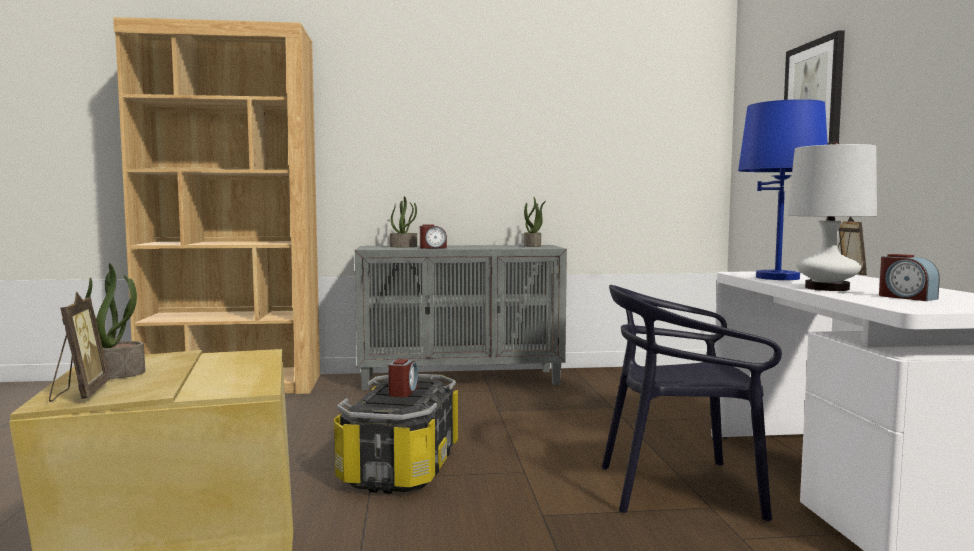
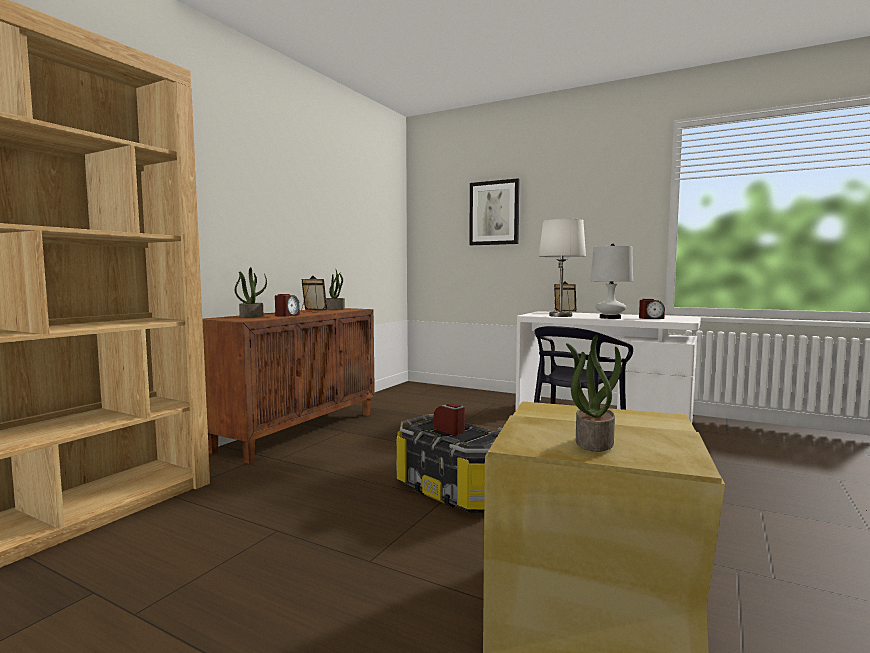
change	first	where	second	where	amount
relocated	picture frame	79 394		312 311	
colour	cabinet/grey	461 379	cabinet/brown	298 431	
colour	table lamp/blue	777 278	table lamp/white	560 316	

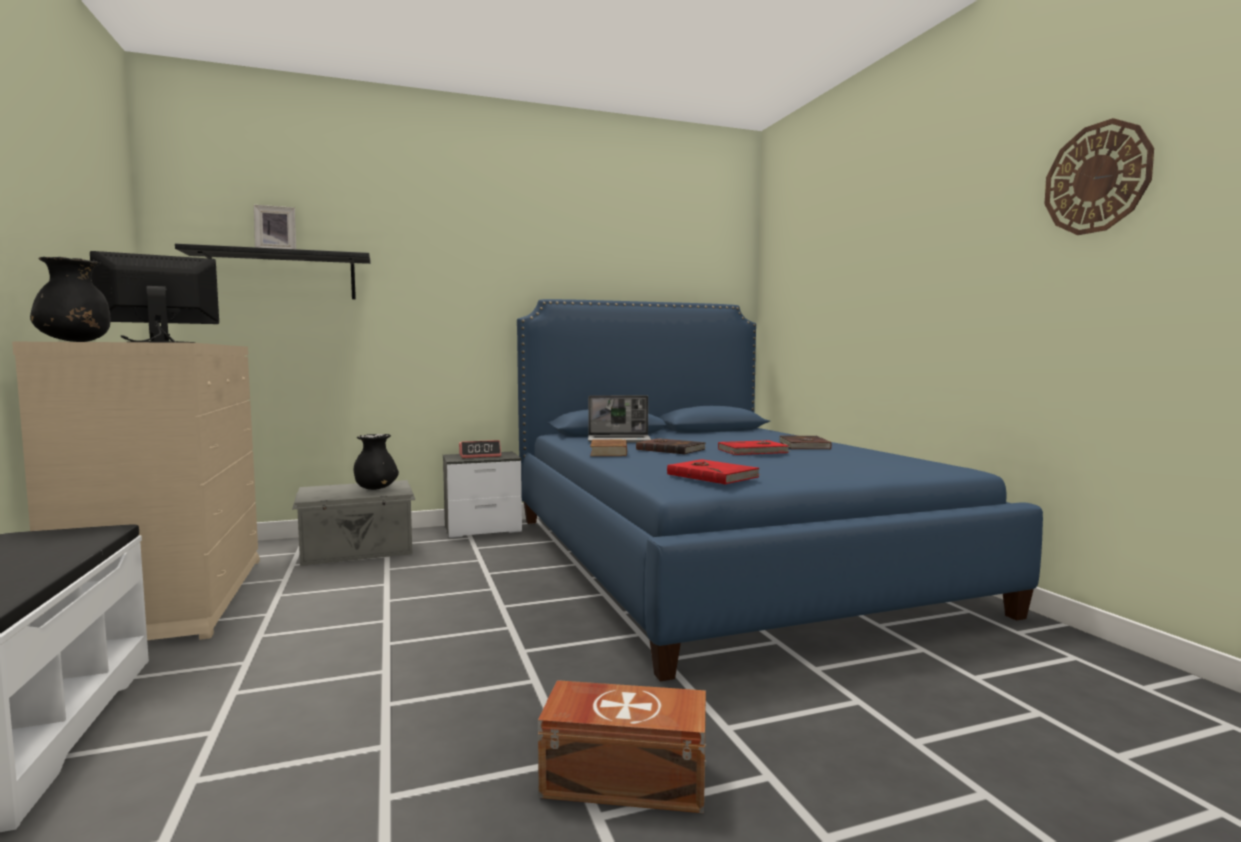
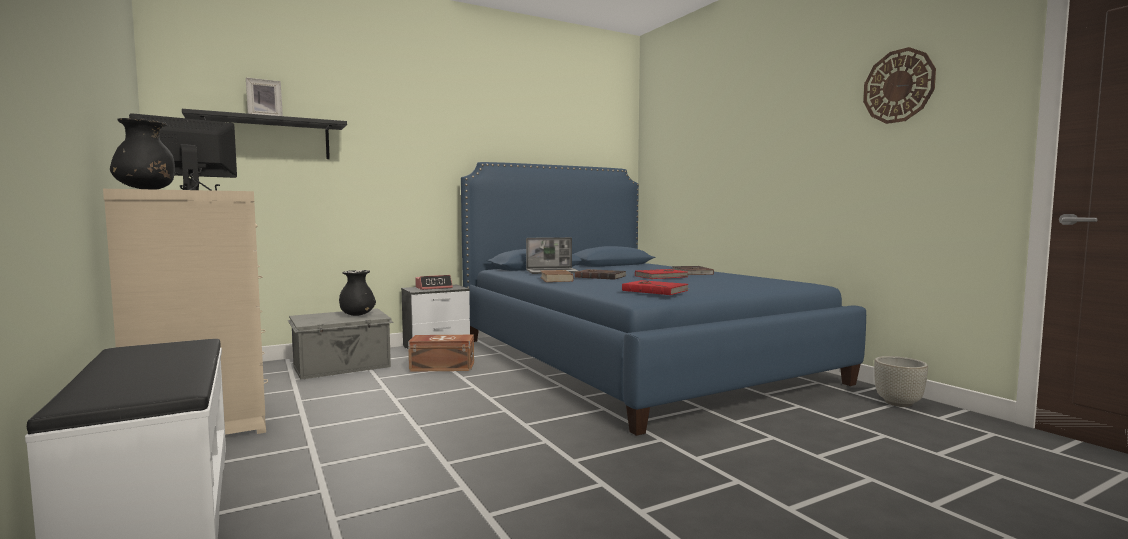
change	first	where	second	where	amount
relocated	storage box/brown	623 777		441 366	
appeared			planter/grey	899 403	

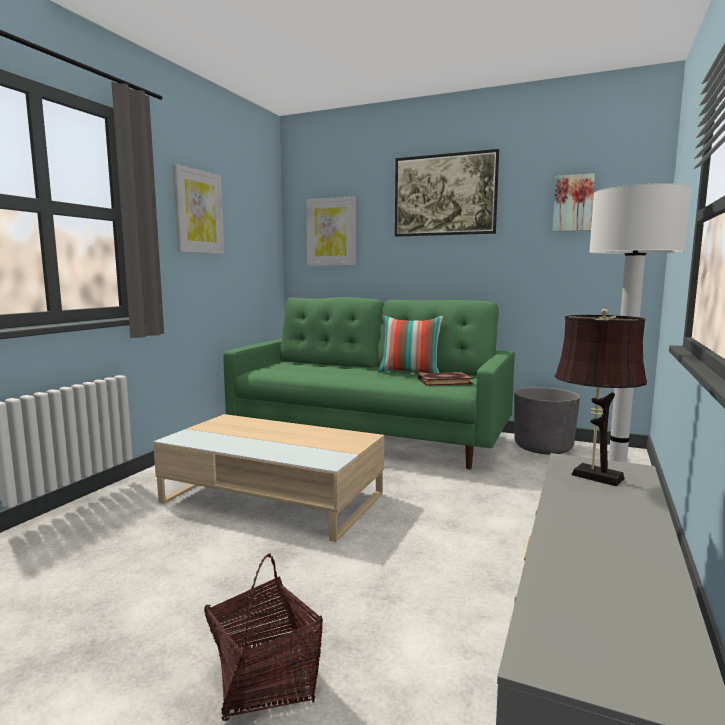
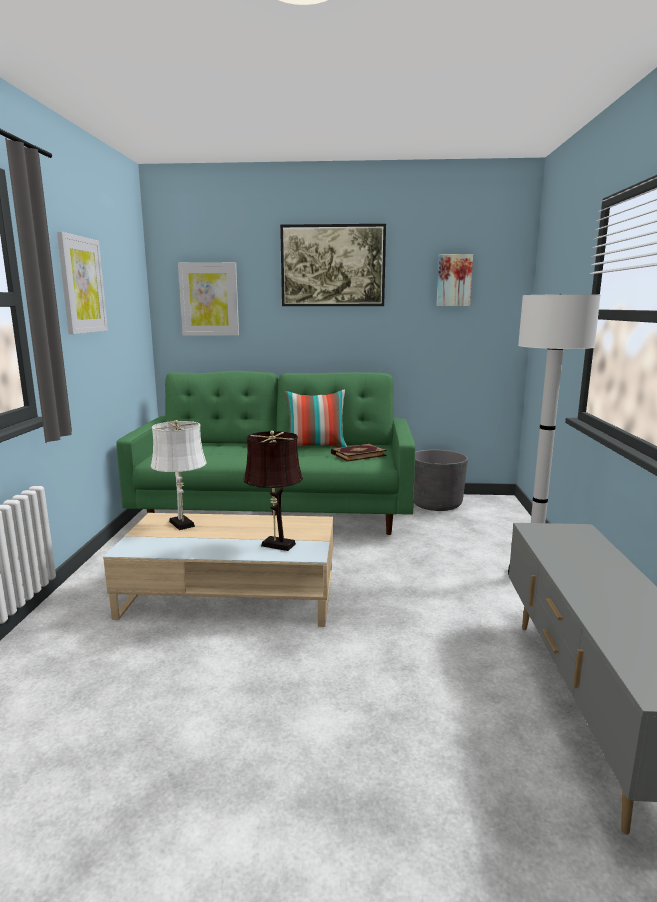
change	first	where	second	where	amount
missing	basket	264 680			
relocated	table lamp/brown	592 475		275 544	
appeared			table lamp/white	183 525	

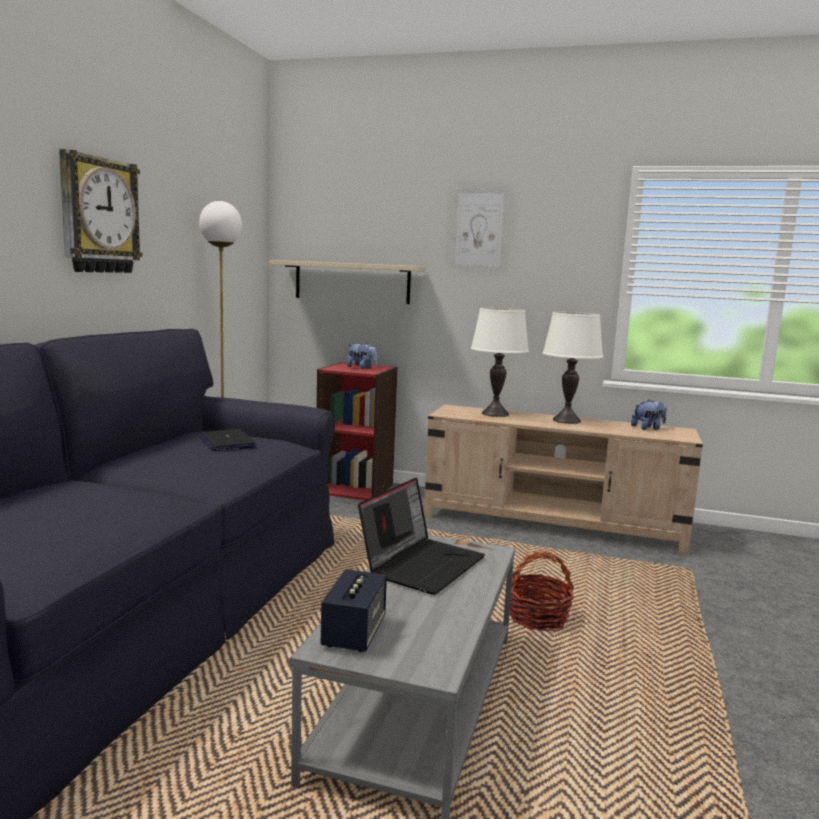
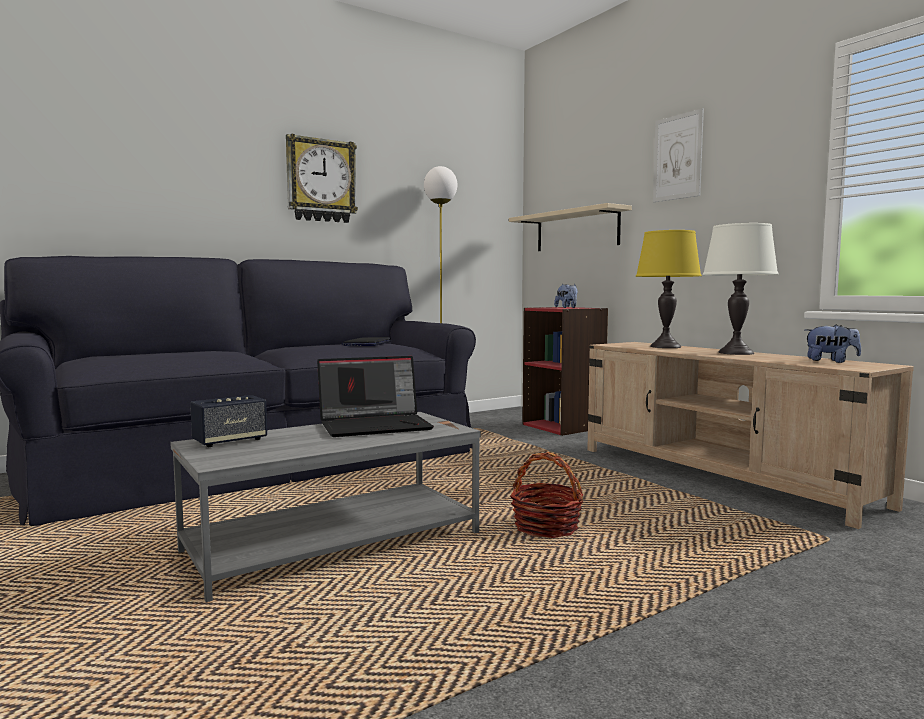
change	first	where	second	where	amount
colour	table lamp/white	495 414	table lamp/yellow	665 347	

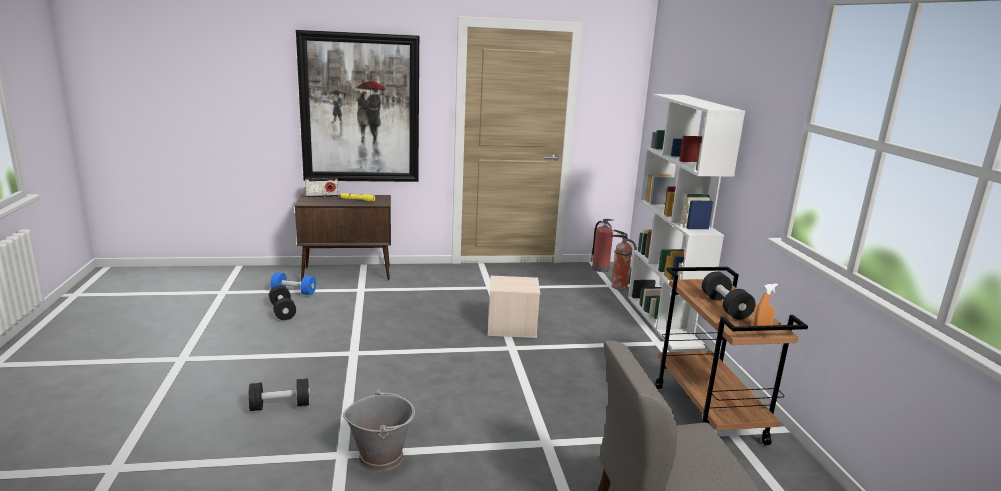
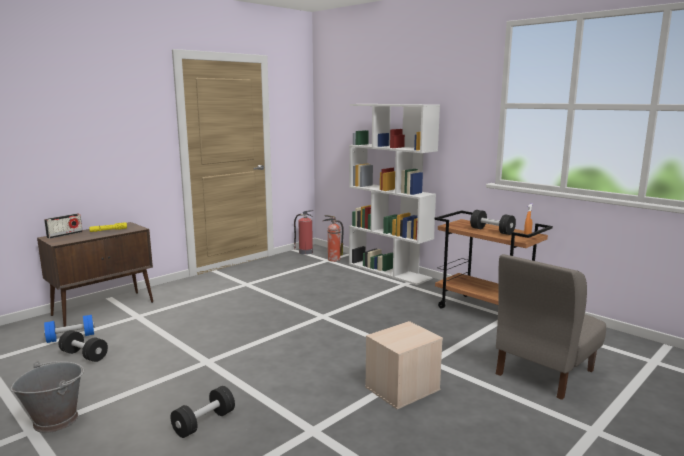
change	first	where	second	where	amount
missing	picture	360 109			
relocated	bucket/grey	381 457		56 420	
relocated	storage box/beige	511 328		402 389	

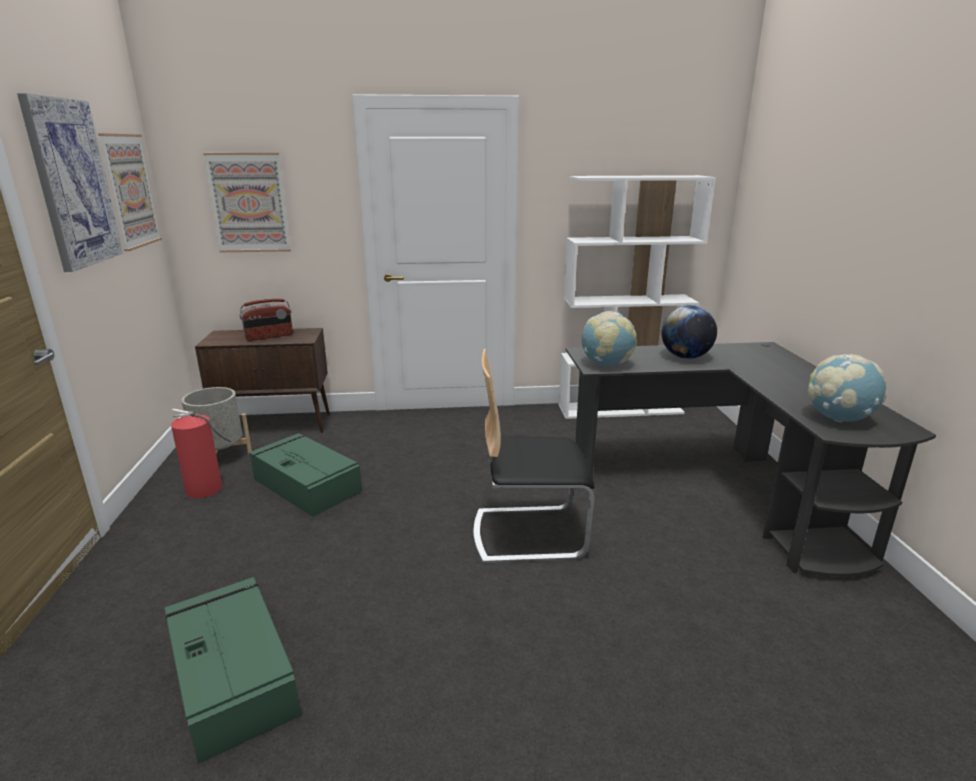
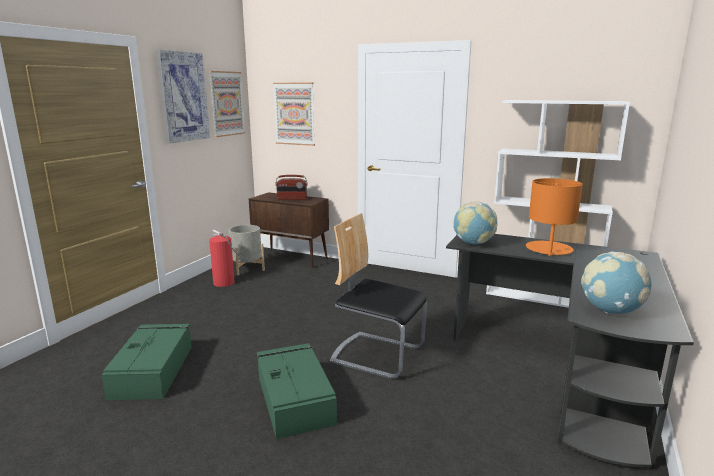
change	first	where	second	where	amount
relocated	storage box/green	306 484		294 398	
exchanged	globe	685 357	table lamp/orange	548 249	

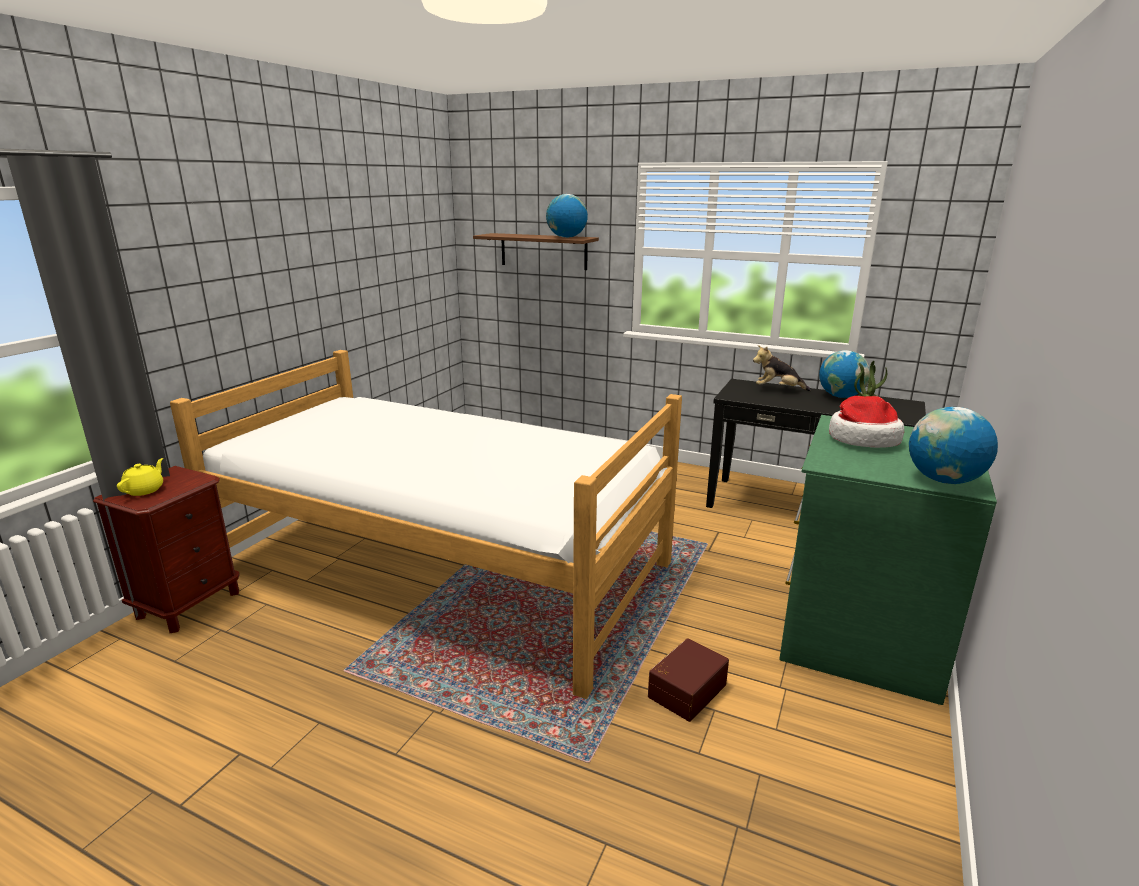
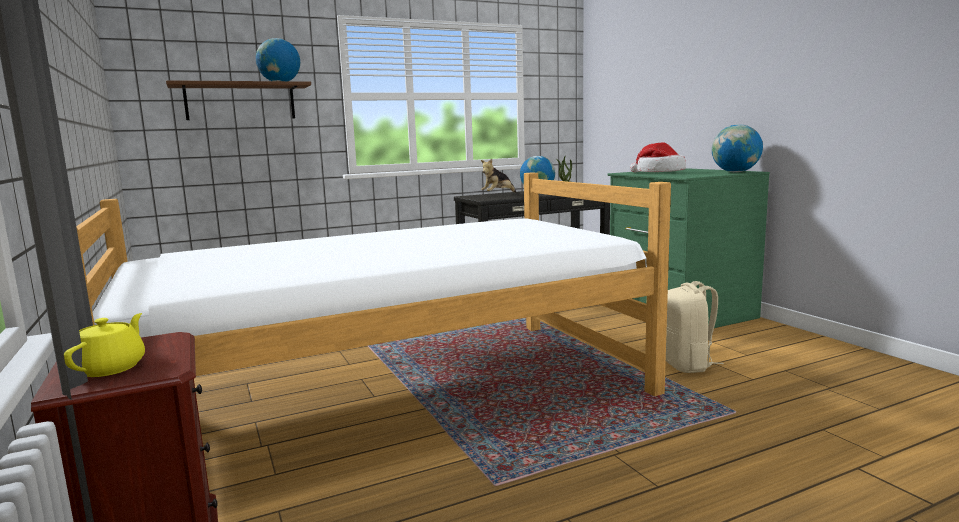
change	first	where	second	where	amount
spun	teapot/yellow	145 490		111 368	45 degrees clockwise
exchanged	storage box/brown	685 689	backpack/beige	685 364	

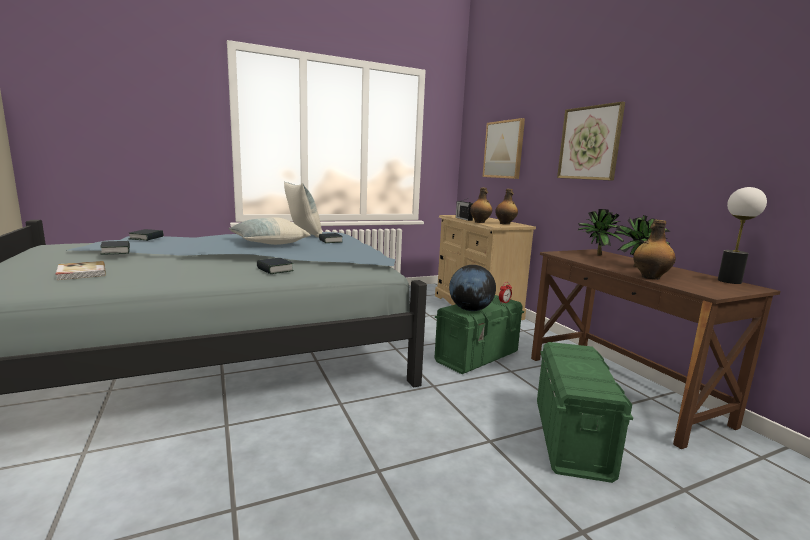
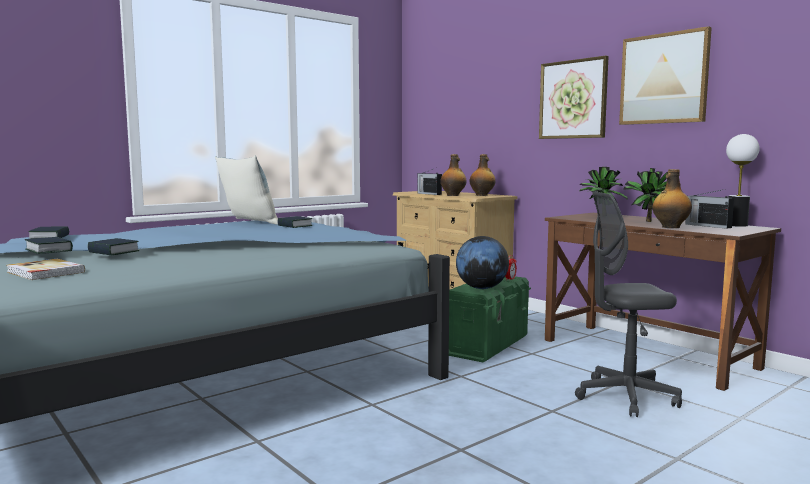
change	first	where	second	where	amount
missing	pillow	268 244			
relocated	book	275 270		113 252	
relocated	picture	503 149		664 79	
exchanged	storage box/green	571 438	office chair/grey	625 397	
appeared			radio	707 226	

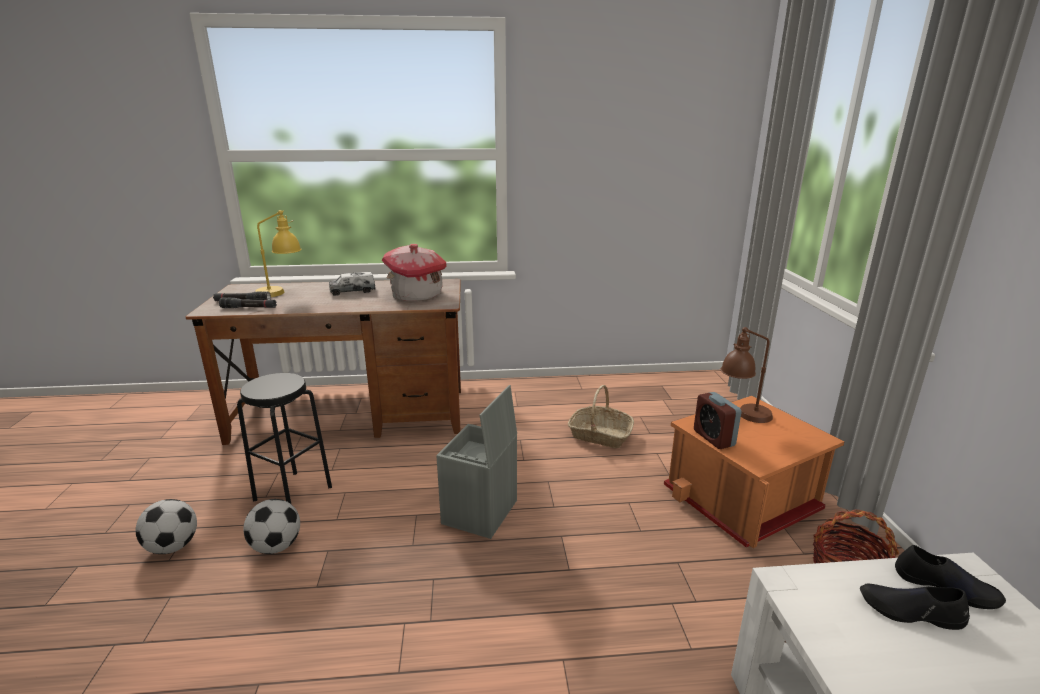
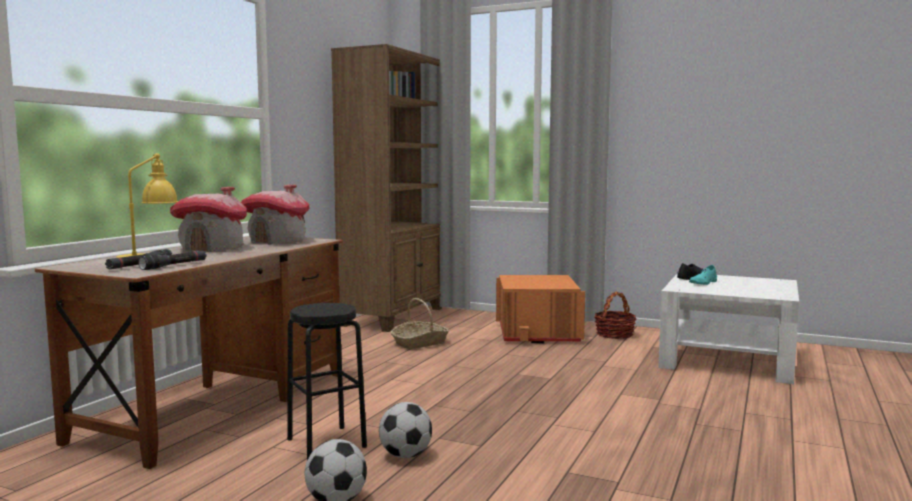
change	first	where	second	where	amount
exchanged	toy truck	353 291	toy house	213 248	
missing	storage box/grey	480 513			
missing	alarm clock	713 438			
missing	table lamp/brown	743 417			
colour	shoe/black	910 611	shoe/turquoise	703 283	
appeared			bookcase/brown	395 316	

